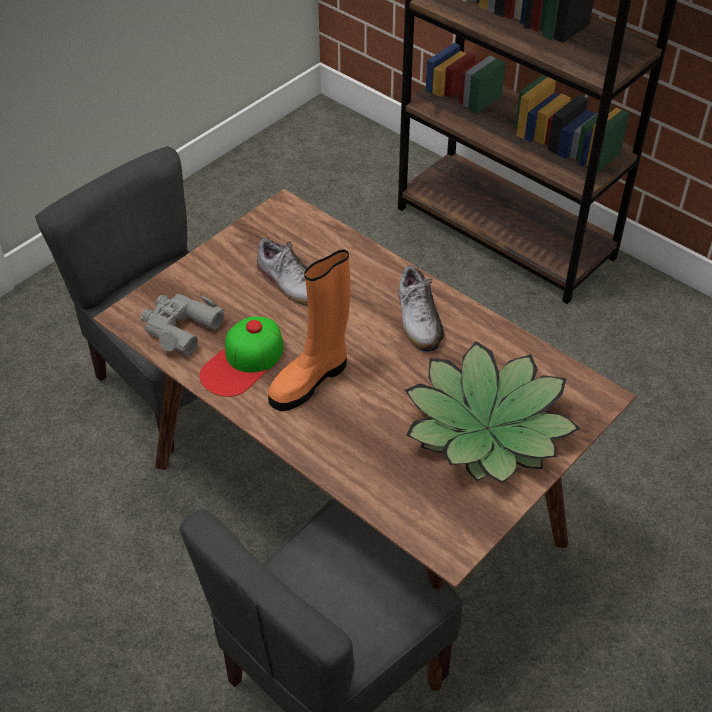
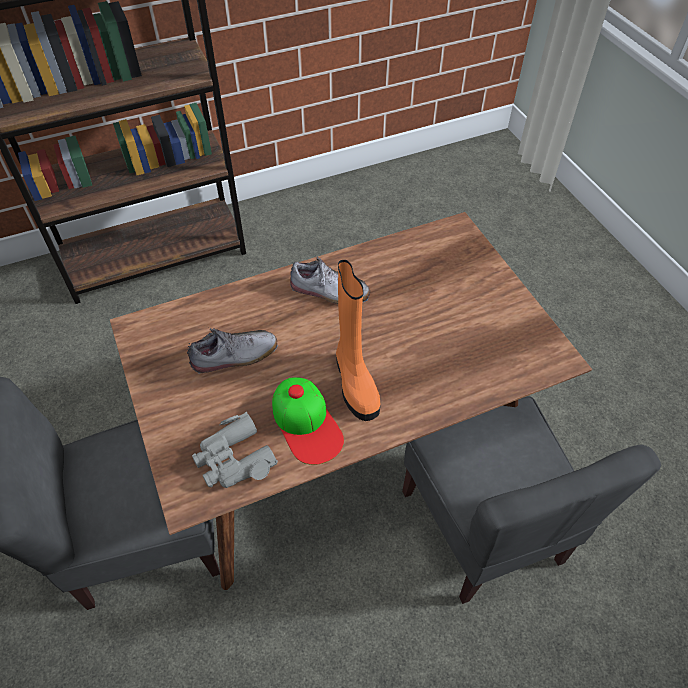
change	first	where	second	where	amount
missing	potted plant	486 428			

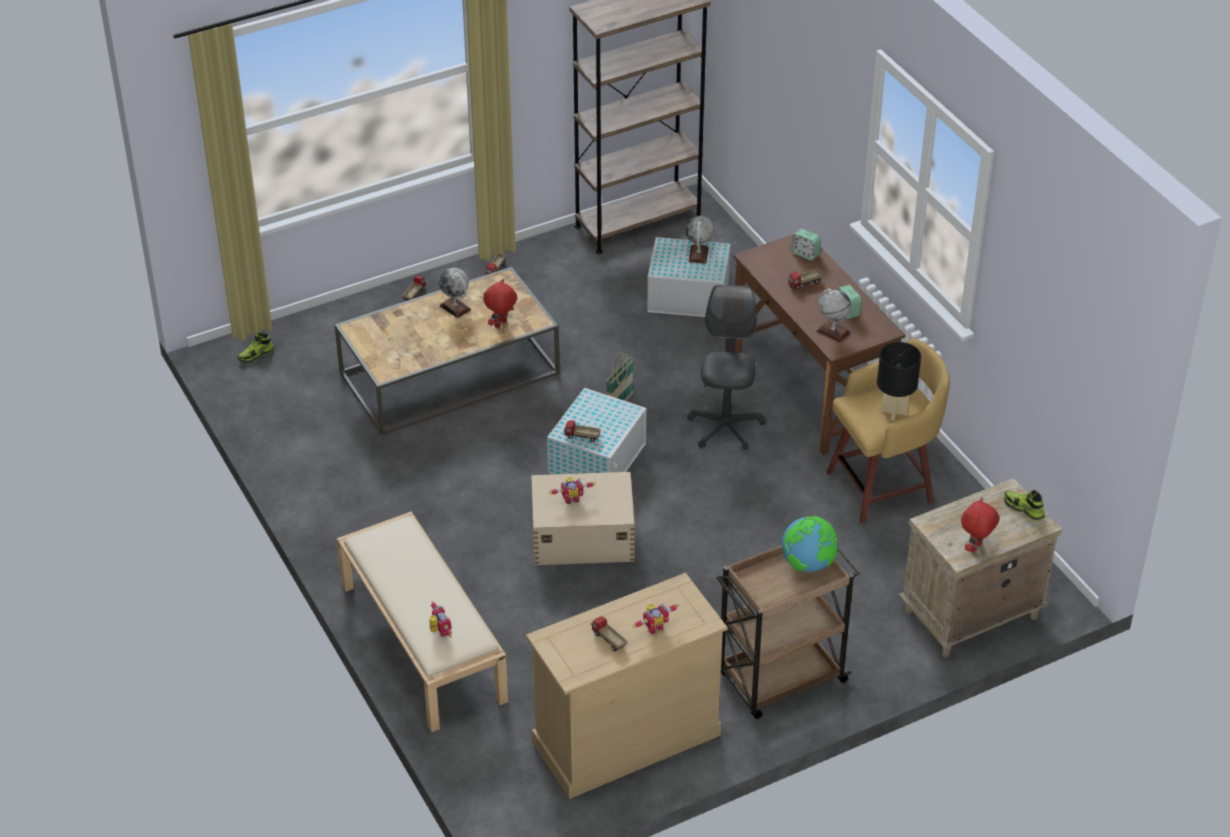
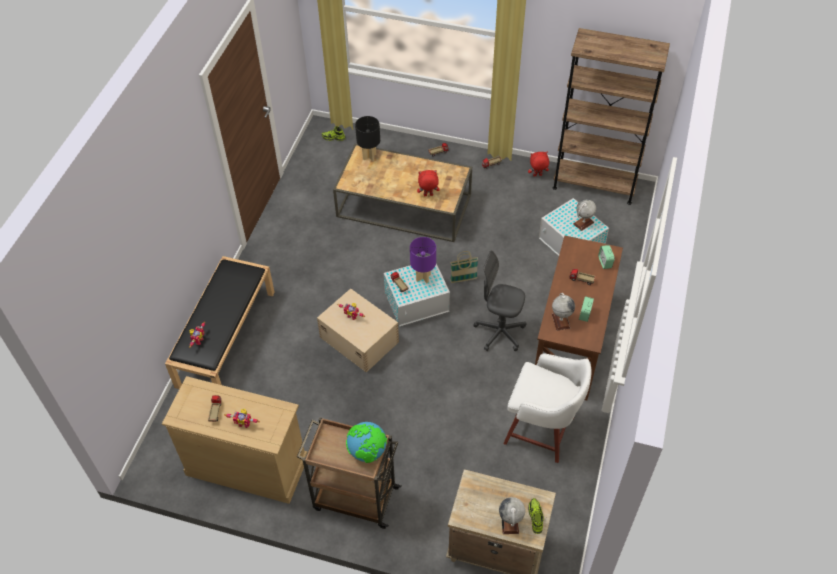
change	first	where	second	where	amount
colour	bench/beige	421 641	bench/black	226 337	
relocated	globe	455 308		510 522	
spun	office chair/grey	725 428		499 332	120 degrees counterclockwise
colour	stool/yellow	883 487	stool/white	541 431	
relocated	table lamp/black	894 411		369 156	
relocated	plush toy/red	976 548		537 175	
appeared			table lamp/purple	423 278	

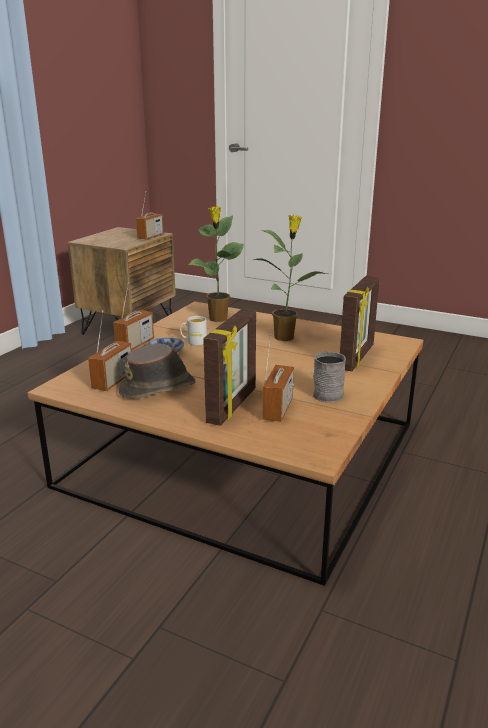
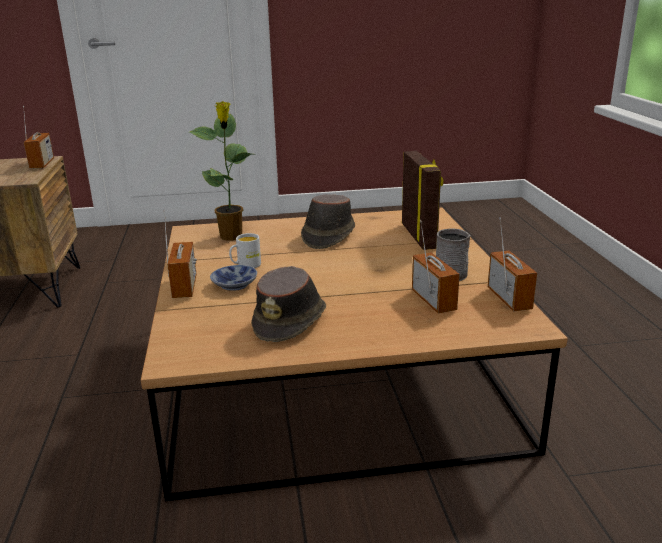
change	first	where	second	where	amount
relocated	radio	113 381		509 299	
missing	picture frame	233 406			
exchanged	potted plant	285 337	hat/brown	327 236	

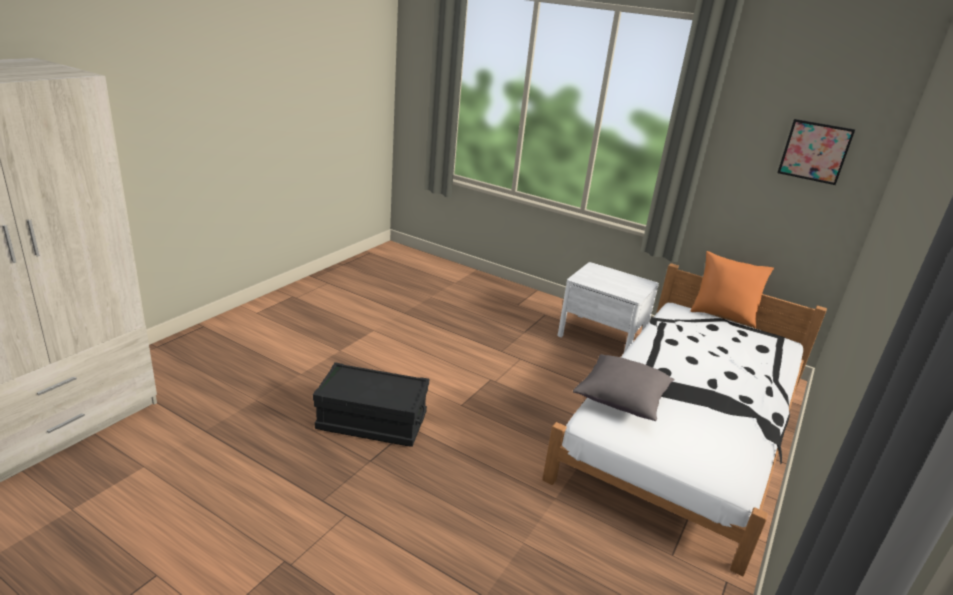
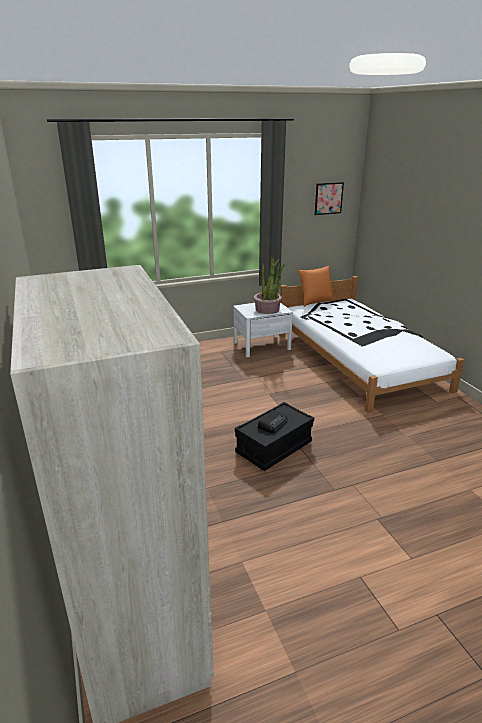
change	first	where	second	where	amount
missing	pillow/grey	622 400			
appeared			potted plant	267 309	
appeared			radio	272 423	

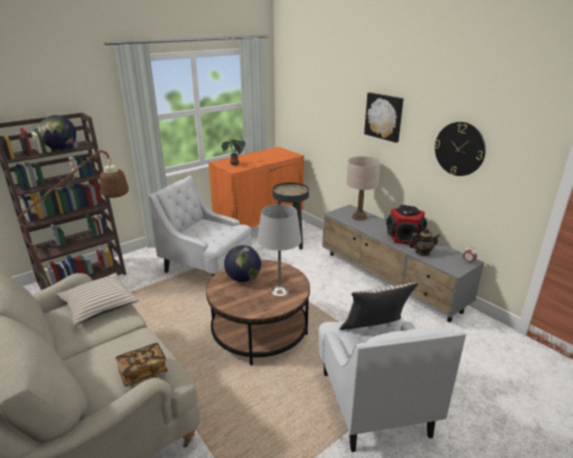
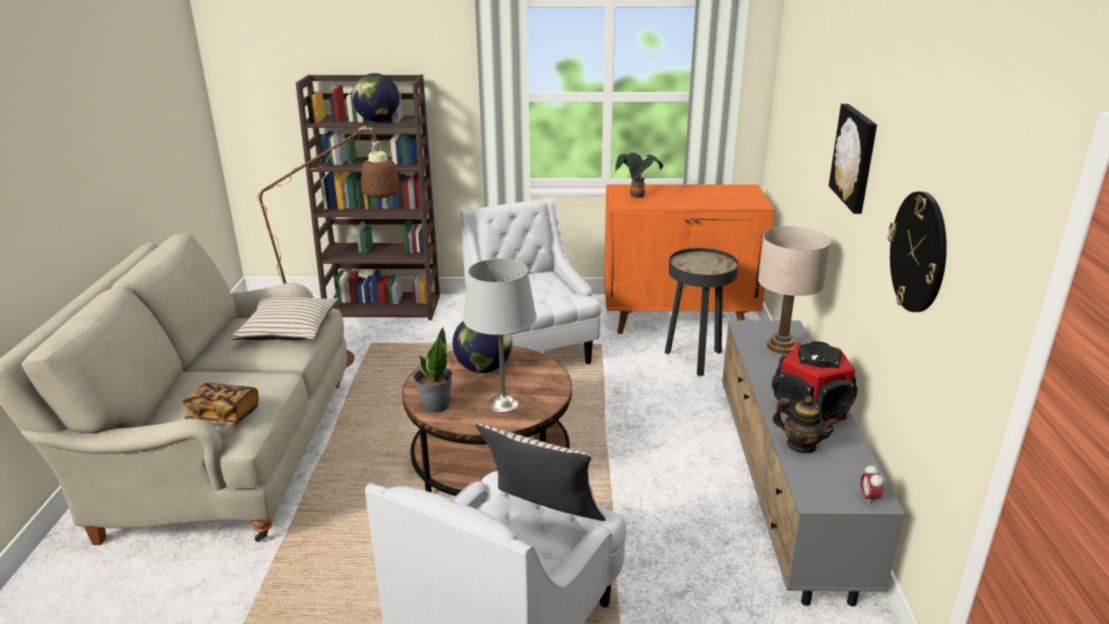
change	first	where	second	where	amount
appeared			potted plant	435 405	

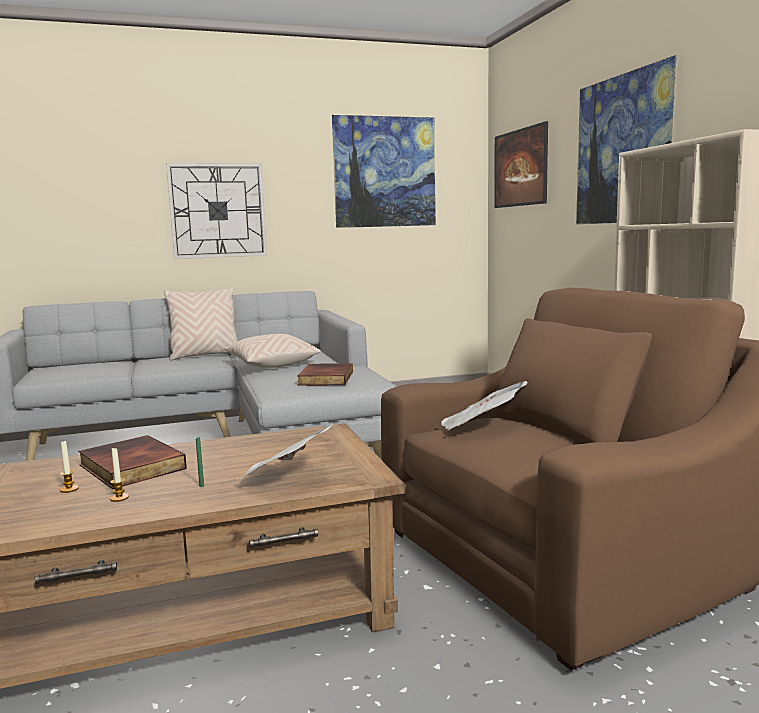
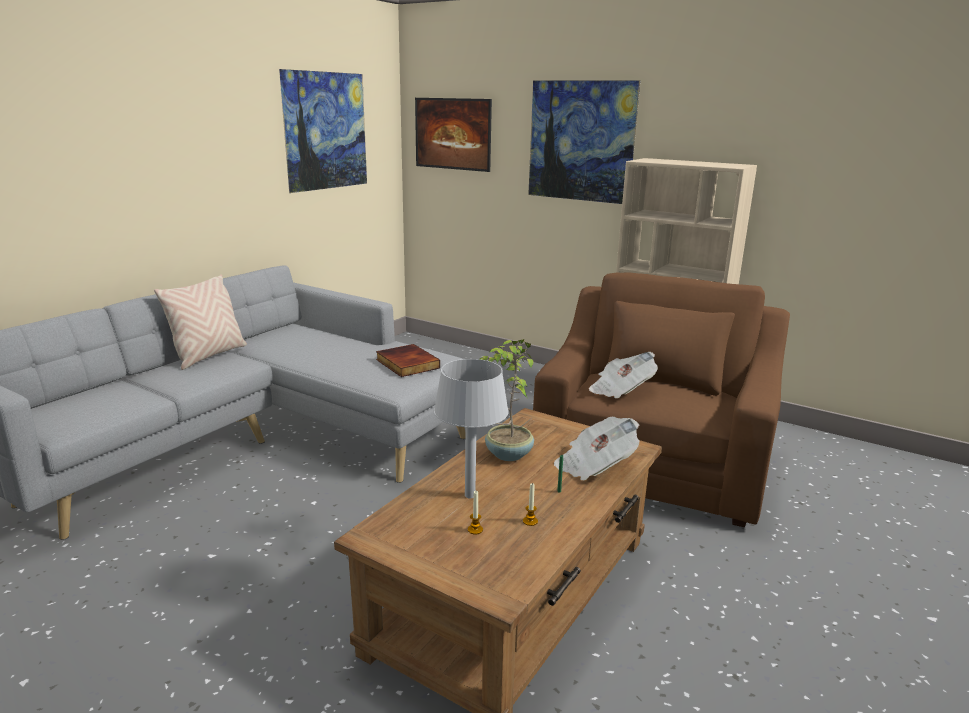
change	first	where	second	where	amount
exchanged	book	129 467	table lamp/grey	469 495	
missing	wall clock	217 211			
missing	pillow/beige	271 364			
appeared			potted plant	507 455	

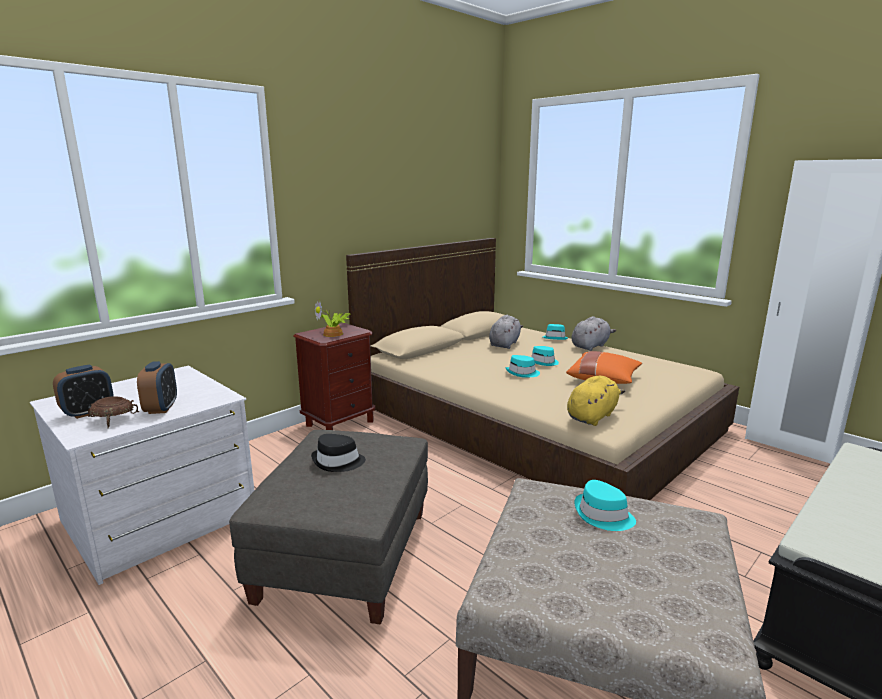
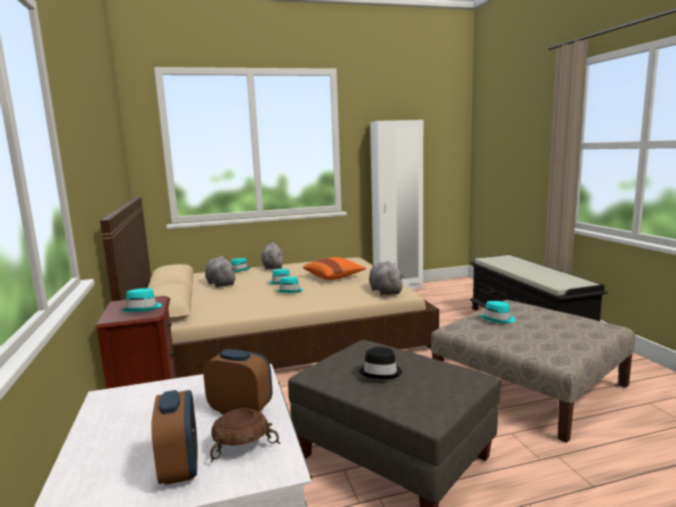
change	first	where	second	where	amount
exchanged	potted plant	334 334	hat/turquoise	143 308	
colour	plush toy/yellow	592 416	plush toy/grey	385 291	

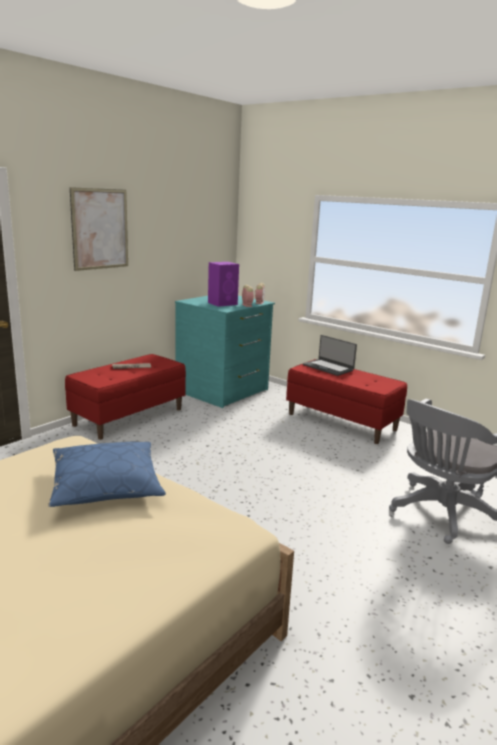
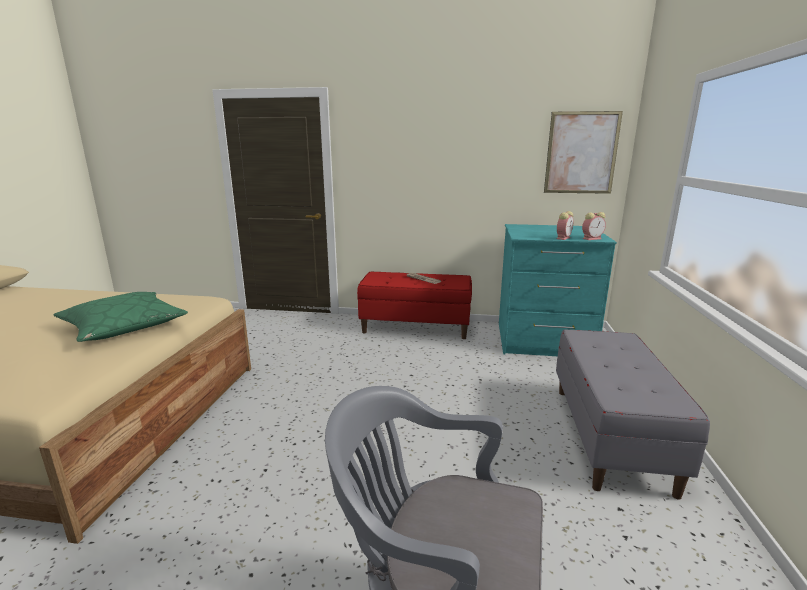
change	first	where	second	where	amount
colour	pillow/blue	106 485	pillow/green	124 326	
relocated	picture	100 229		581 153	
missing	speaker/purple	223 303			
colour	bench/red	342 422	bench/grey	610 436	
missing	laptop	328 367			

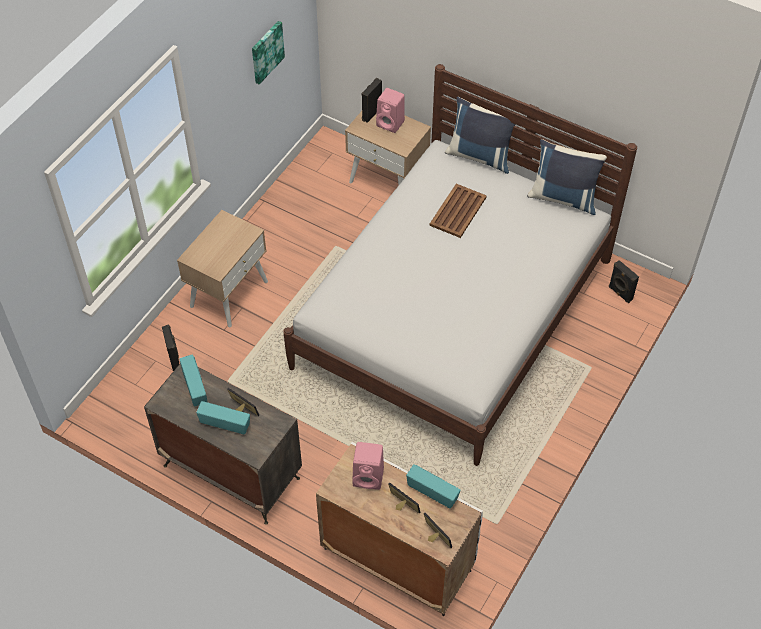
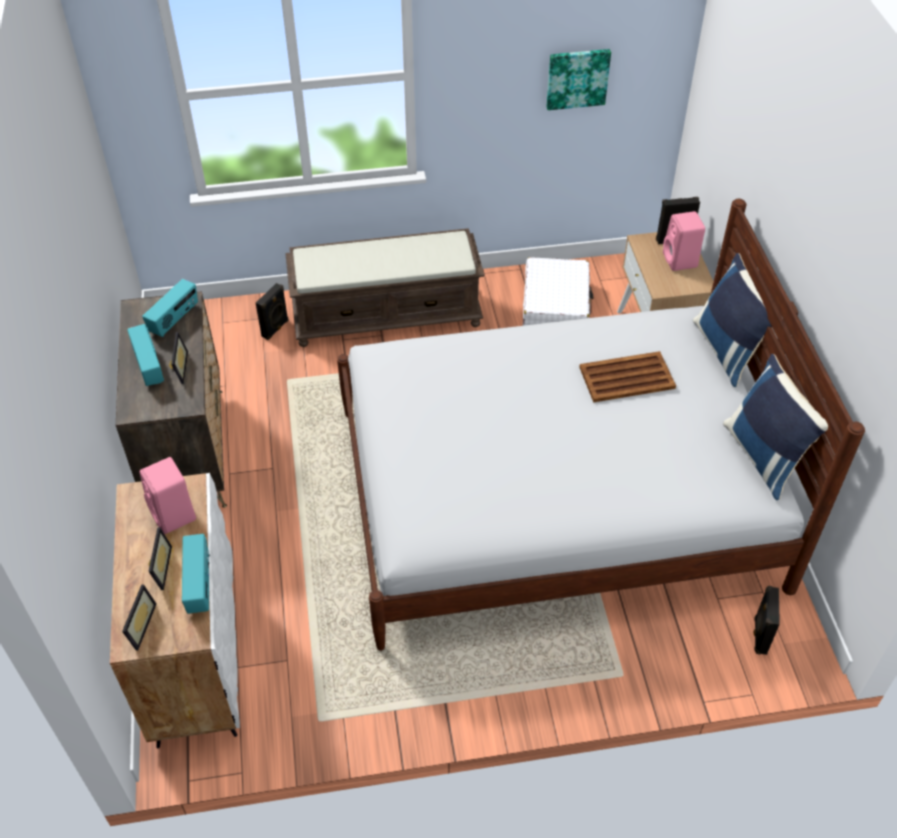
change	first	where	second	where	amount
exchanged	nightstand/beige	229 293	bench/brown	388 316	
appeared			suitcase/white	555 307	

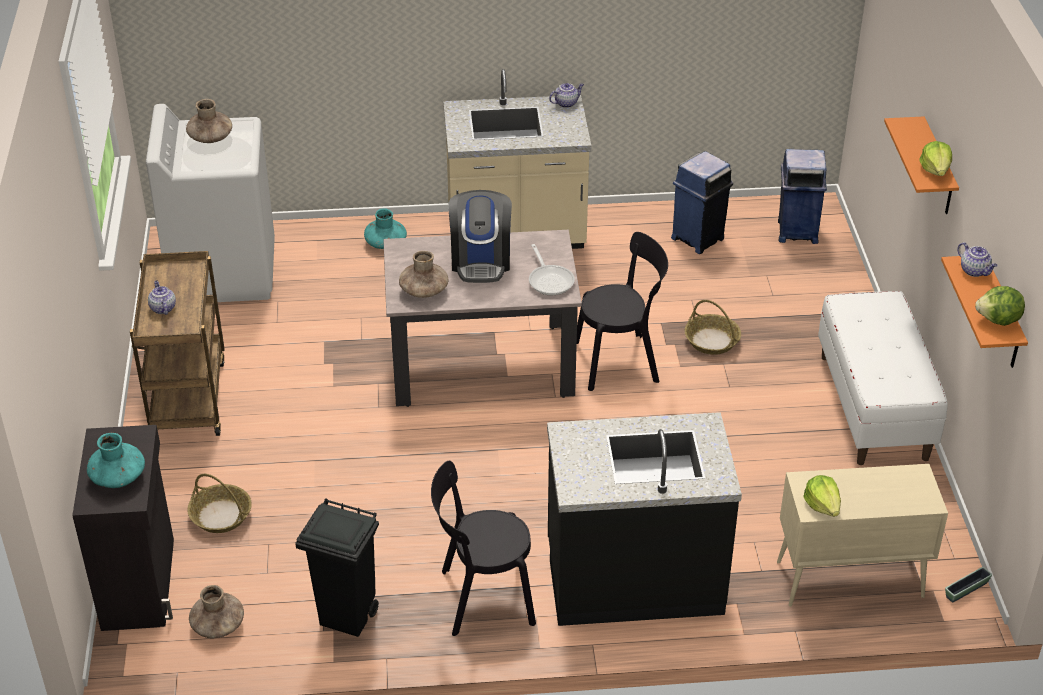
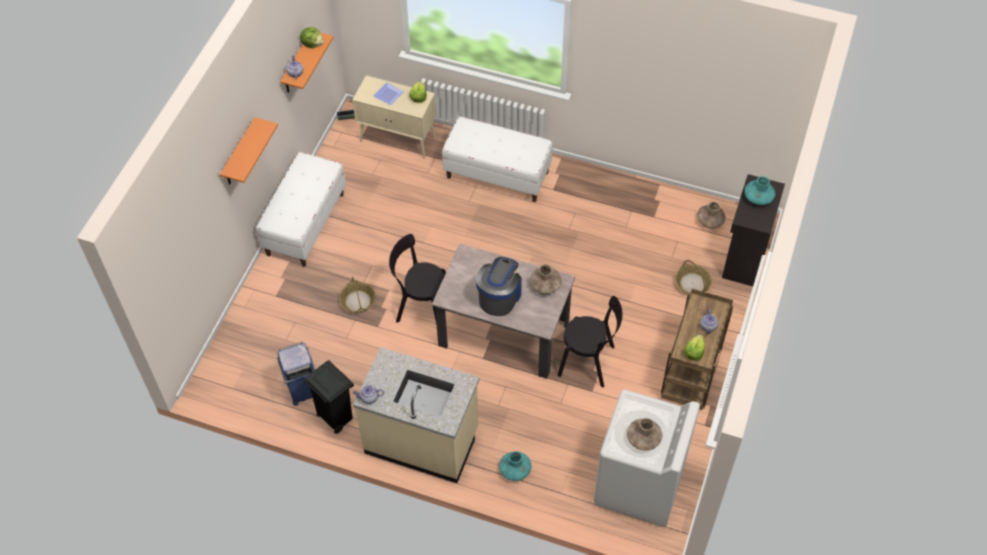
change	first	where	second	where	amount
relocated	trash can/black	348 617		335 418	
relocated	chair/black	482 598		589 362	
missing	frying pan	550 280			
exchanged	counter/black	634 579	bench/white	497 174	
missing	trash can/blue	796 231			
relocated	lettuce	935 170		694 352	
appeared			plate	387 95	

